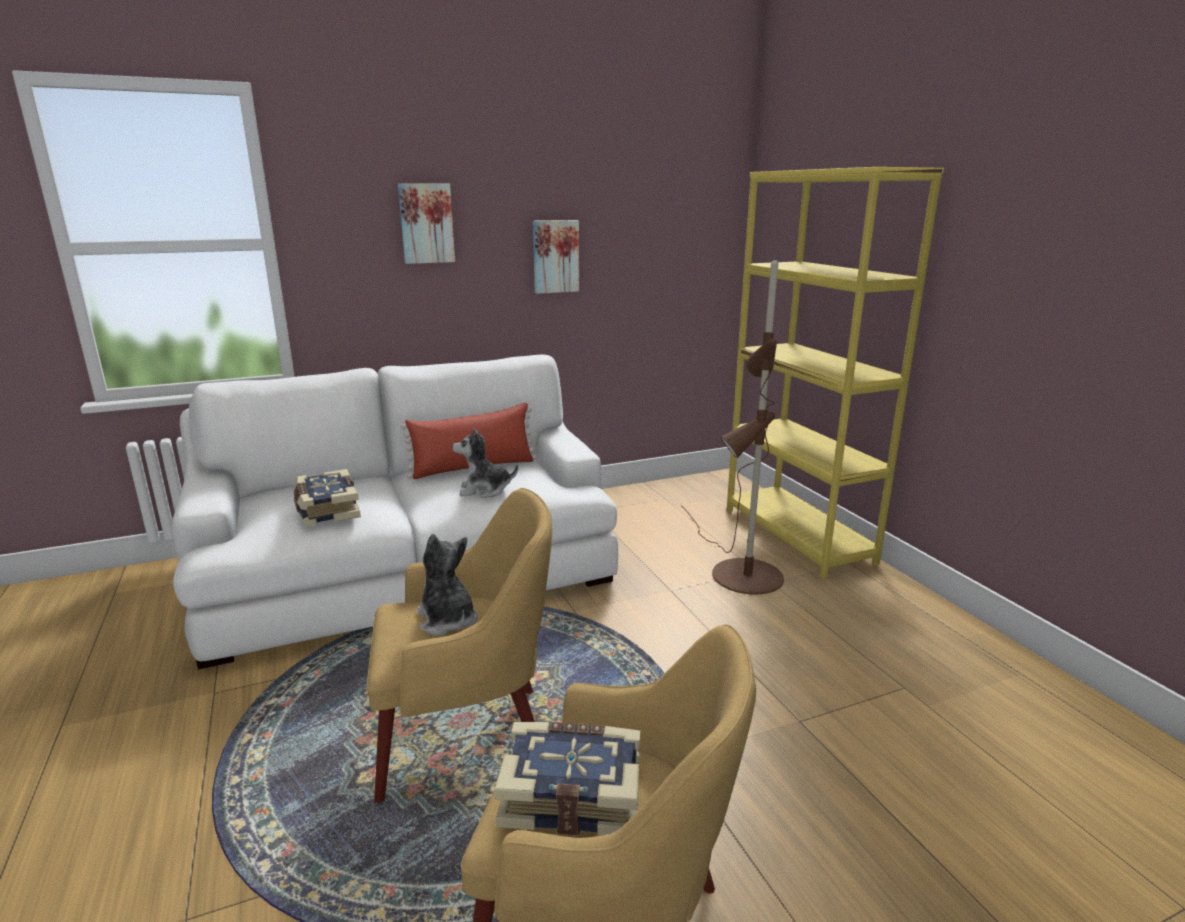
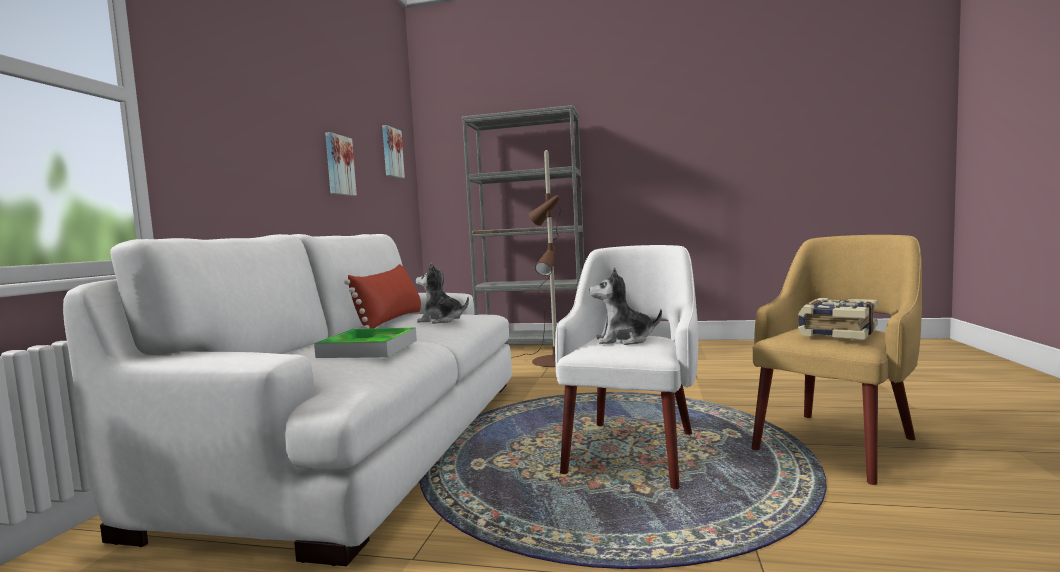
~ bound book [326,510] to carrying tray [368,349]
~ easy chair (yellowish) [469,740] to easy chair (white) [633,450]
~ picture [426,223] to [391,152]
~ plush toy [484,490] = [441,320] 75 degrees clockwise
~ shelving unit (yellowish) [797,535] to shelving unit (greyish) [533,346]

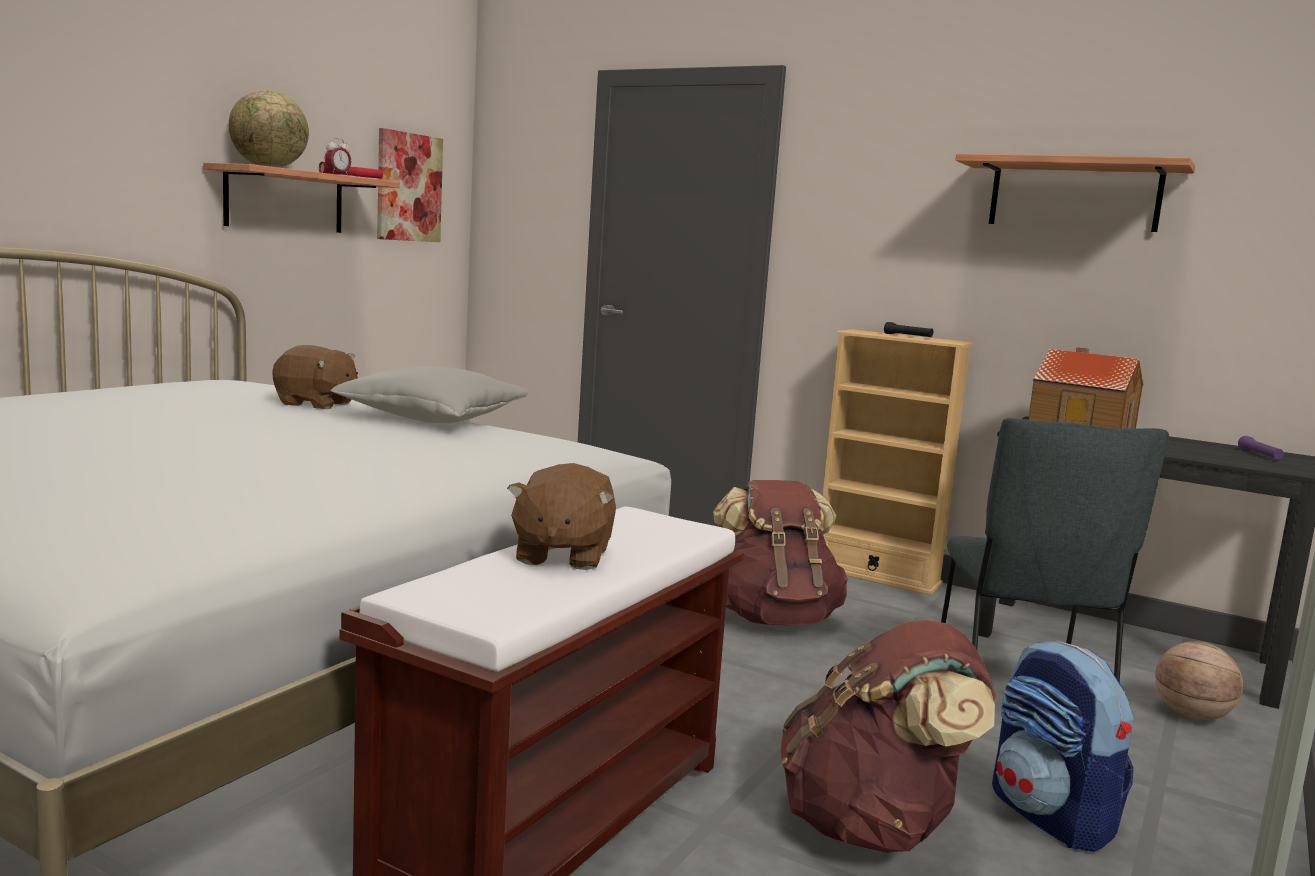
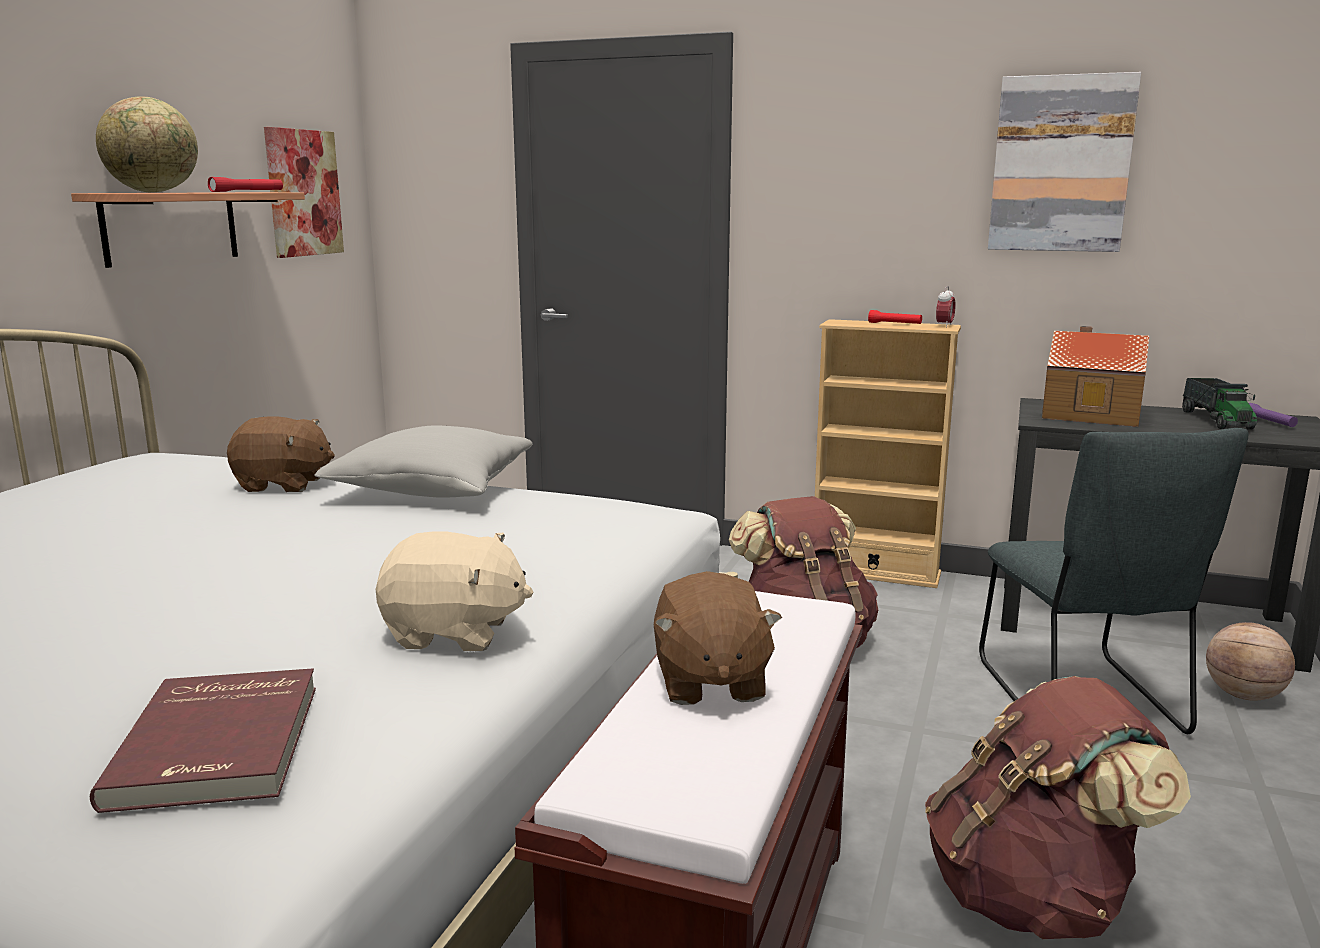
~ alarm clock [337,175] to [944,326]
~ torch (black) [908,336] to torch (red) [894,324]
~ bracket shelf [1074,195] to picture [1061,164]
- rucksack [1052,817]
+ bound book (red) [222,744]
+ plush toy (beige-coloured) [454,633]
+ model truck [1217,420]

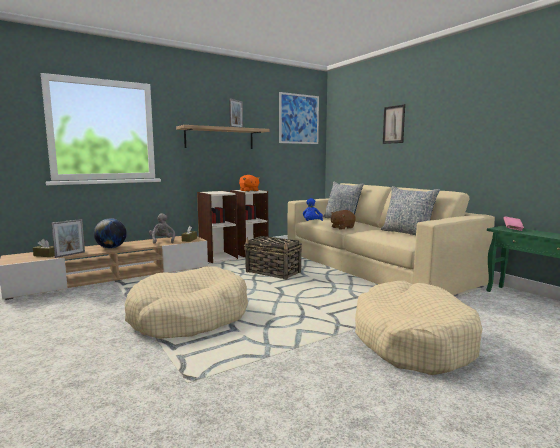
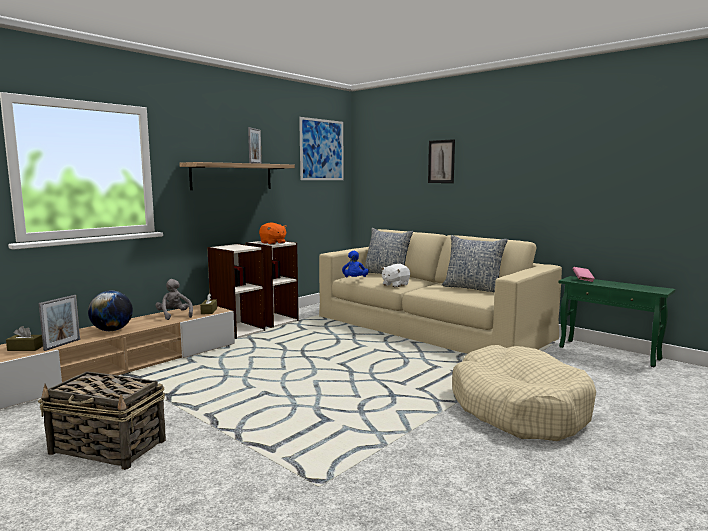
- dog cushion (beige-coloured) [189,317]
~ storage basket [273,272] to [109,447]
~ plush toy (brown) [342,227] to plush toy (white) [395,285]

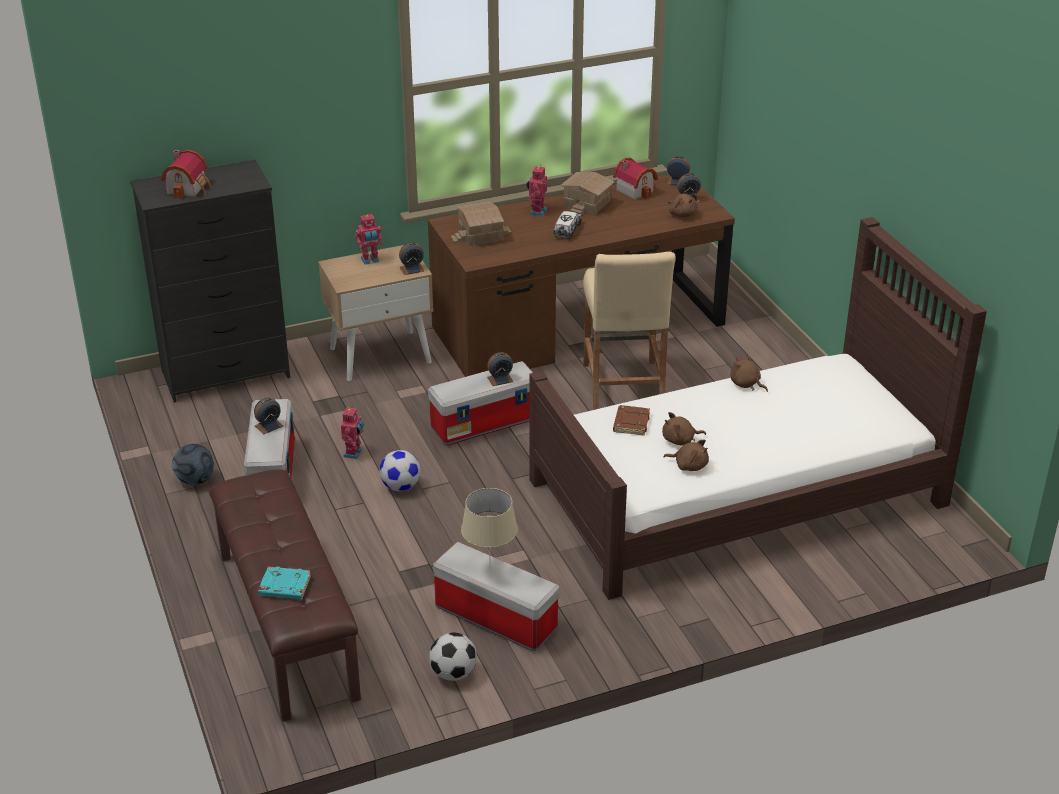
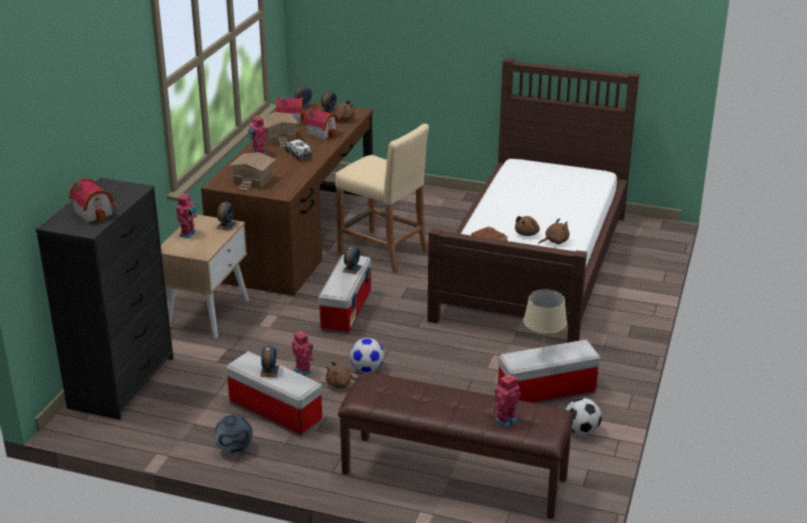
~ bound book (blue-green) [284,587] to model robot [505,420]
~ plush toy (brown) [746,384] to [341,384]
+ model house [322,133]

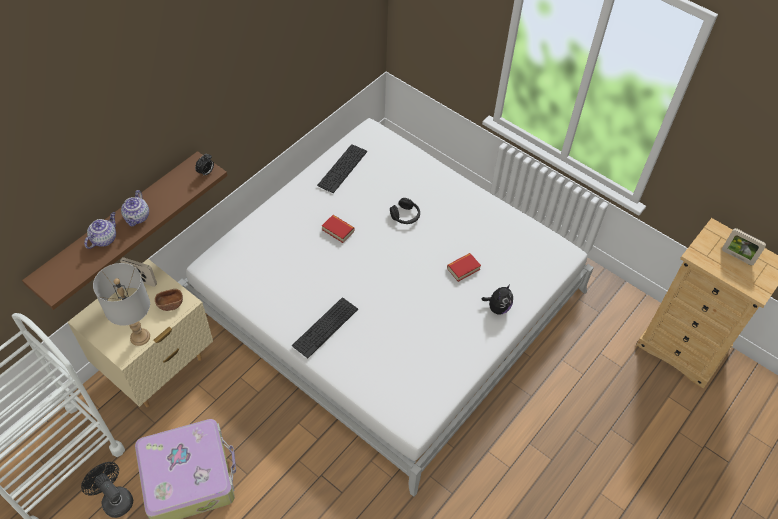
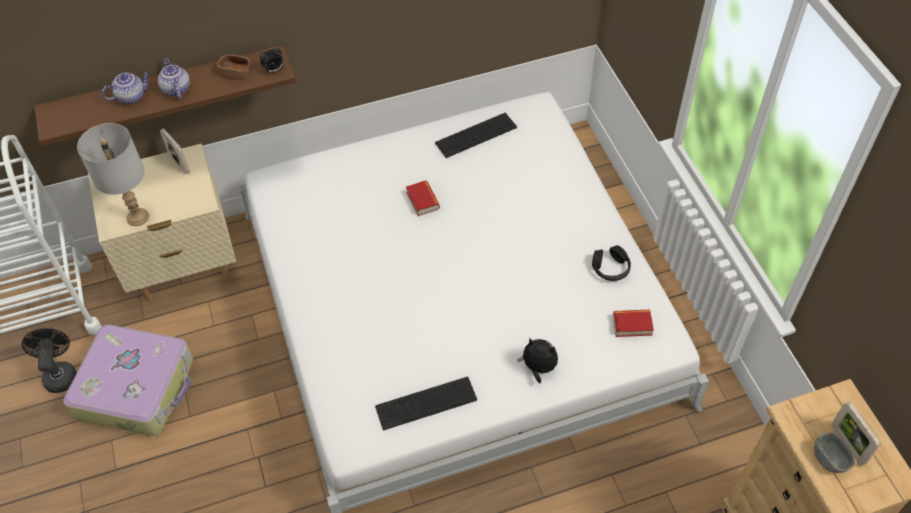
~ pot for tea [137,218] = [176,89] 120 degrees clockwise
~ deep dish (brown) [170,304] to [236,73]
~ PC keyboard [325,327] to [426,403]
~ pair of headphones (black) [405,216] to [610,269]
~ bound book [463,269] to [632,325]
~ plush toy [497,307] = [538,368] 135 degrees counterclockwise
+ deep dish (greyish) [830,459]

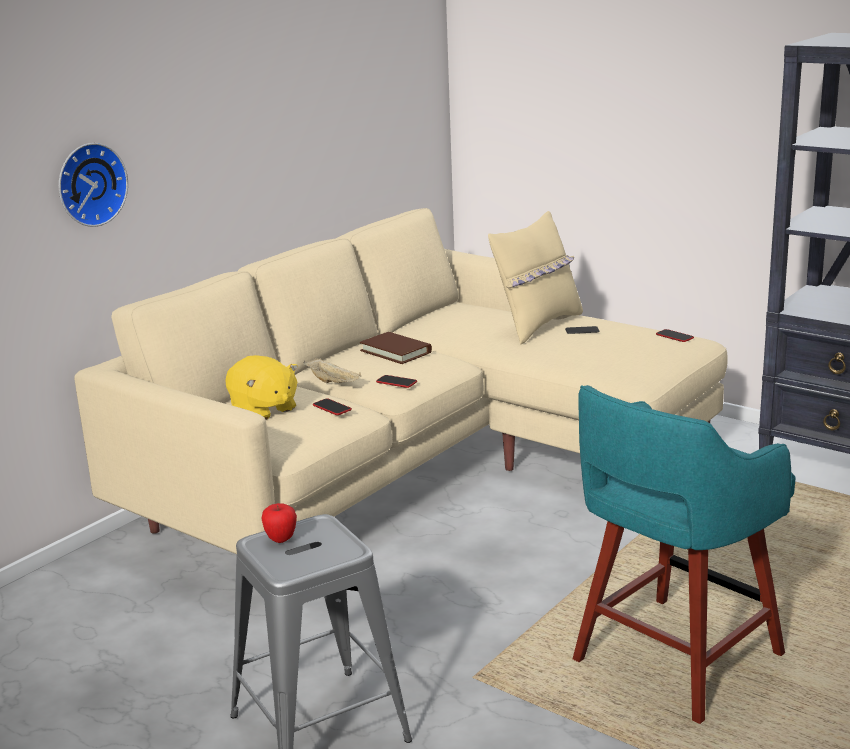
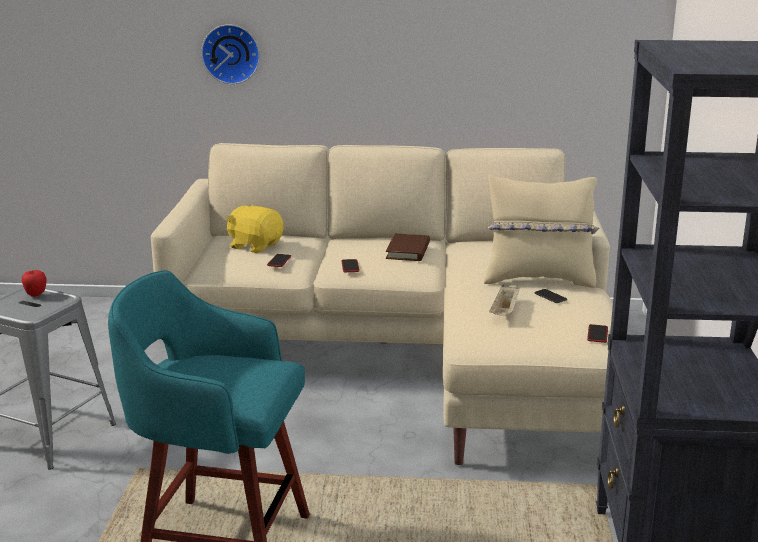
~ plush toy (yellowish) [263,410] = [255,246] 105 degrees clockwise
~ carrying tray (beige-coloured) [333,382] to [505,312]

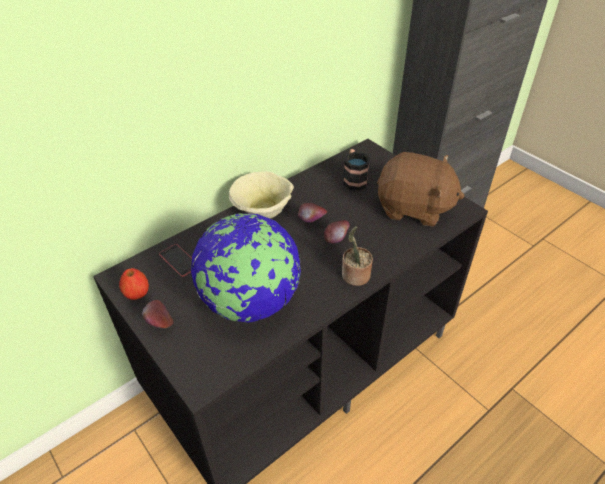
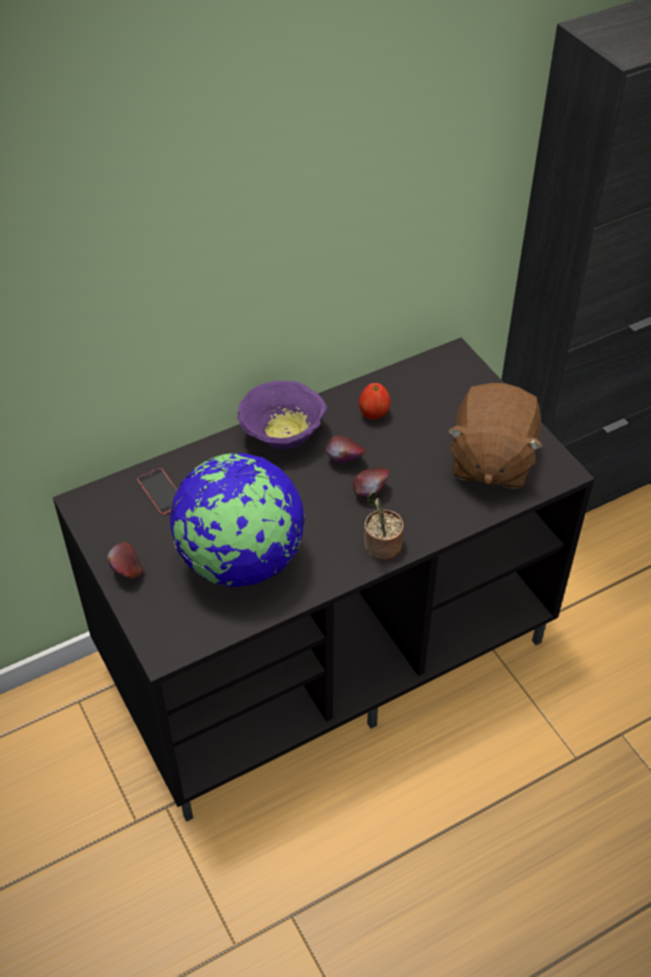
~ apple [137,294] to [373,414]
~ deep dish (beige-coloured) [263,209] to deep dish (purplish) [283,433]
- mug [354,179]
~ plush toy (brown) [413,208] = [490,460] 75 degrees clockwise

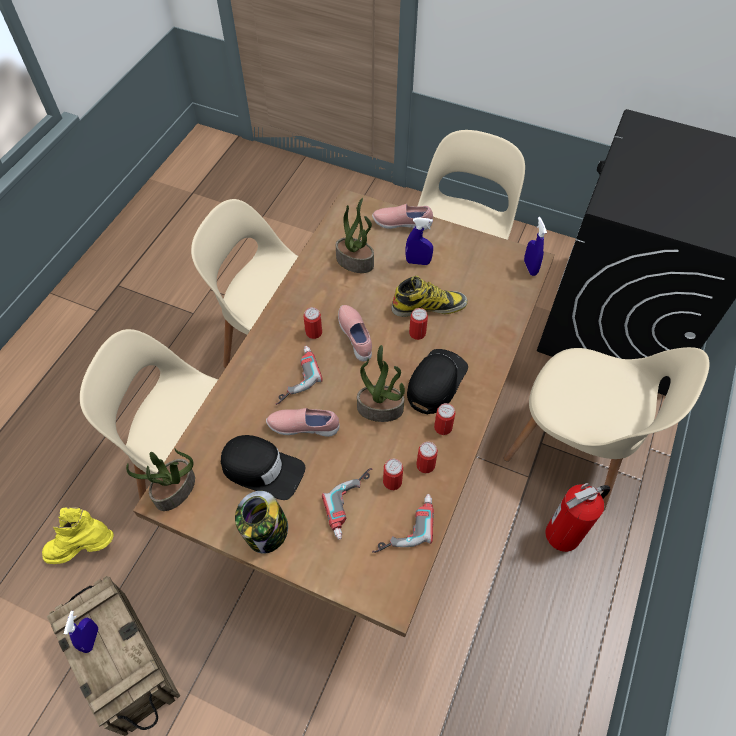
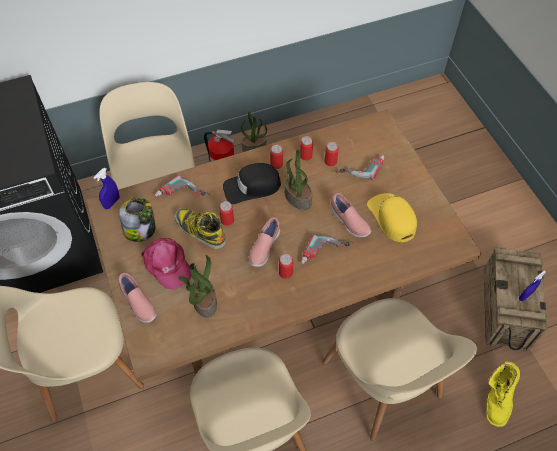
~ tall boot (yellowish) [83,547] = [497,397] 75 degrees clockwise
~ potted plant [175,490] to [254,147]
~ peaked cap (black) [262,469] to peaked cap (yellowish) [392,218]
~ jar [266,532] to [140,229]
~ electric drill [403,525] to [182,196]
~ hand sprayer (blue-coloured) [418,262] to peaked cap (pink) [167,264]

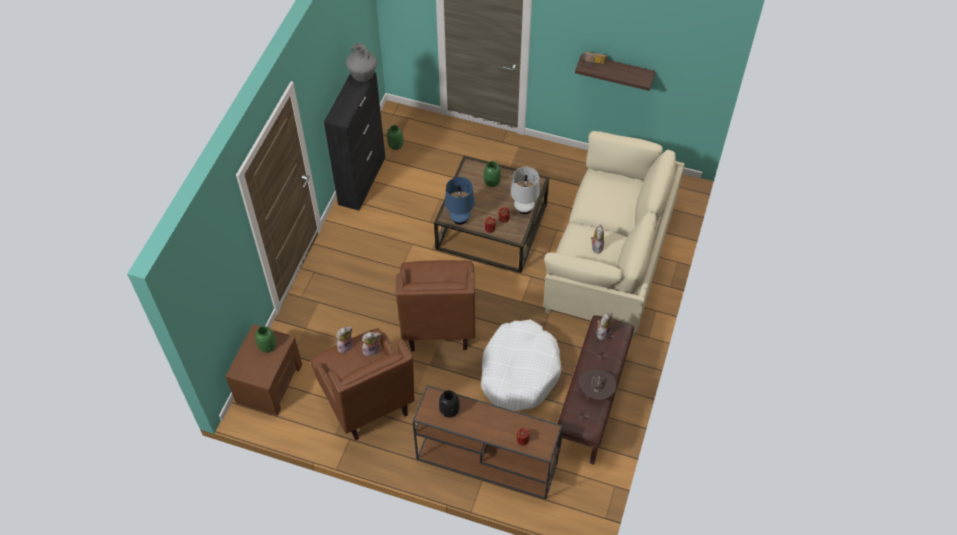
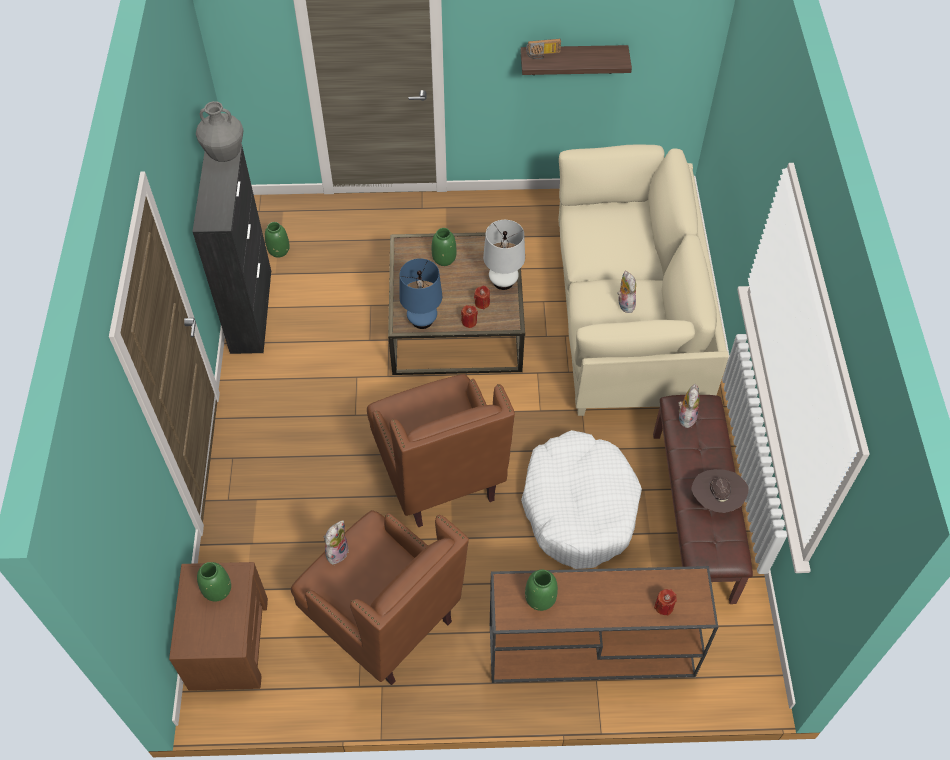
- plush toy [371,349]
~ vase (black) [449,410] to vase (green-coloured) [540,598]

